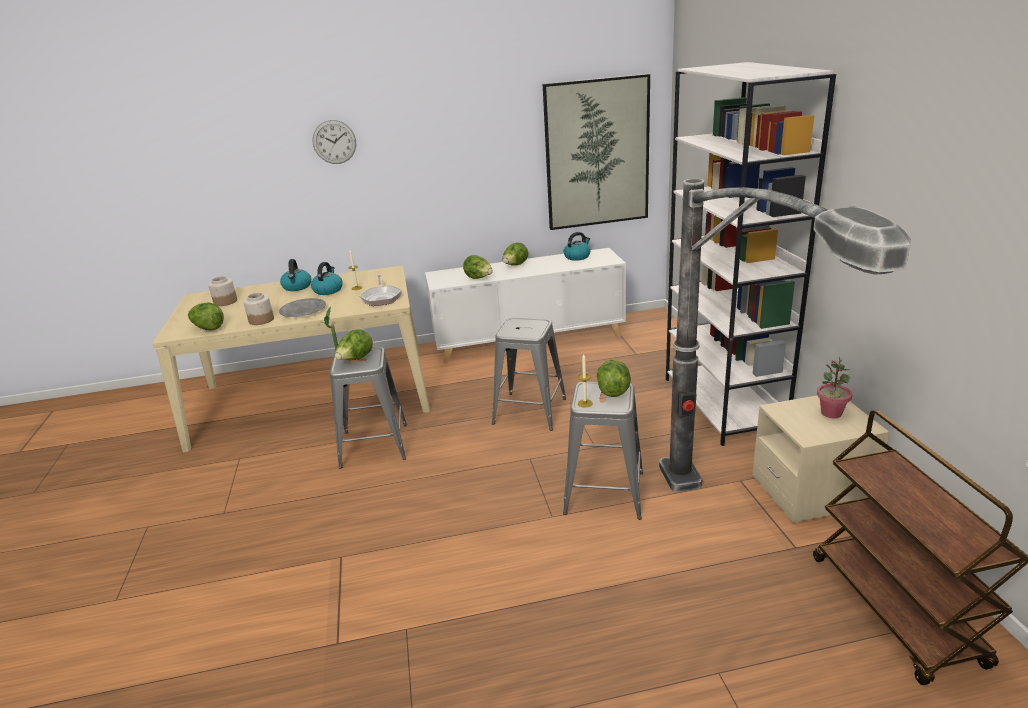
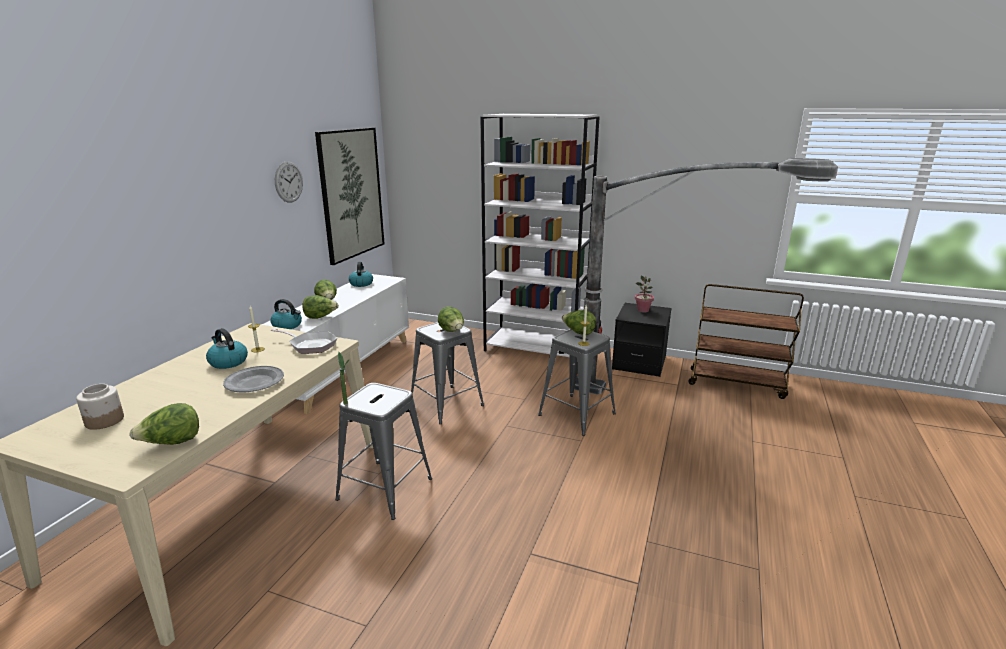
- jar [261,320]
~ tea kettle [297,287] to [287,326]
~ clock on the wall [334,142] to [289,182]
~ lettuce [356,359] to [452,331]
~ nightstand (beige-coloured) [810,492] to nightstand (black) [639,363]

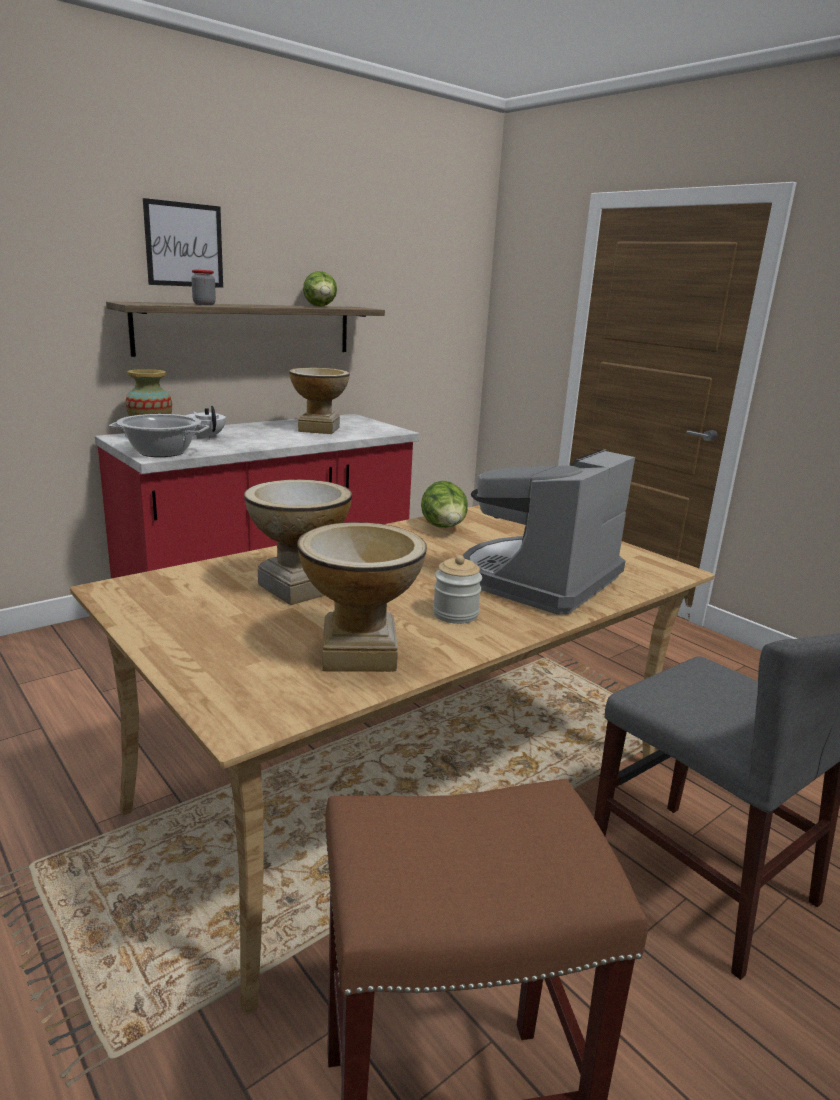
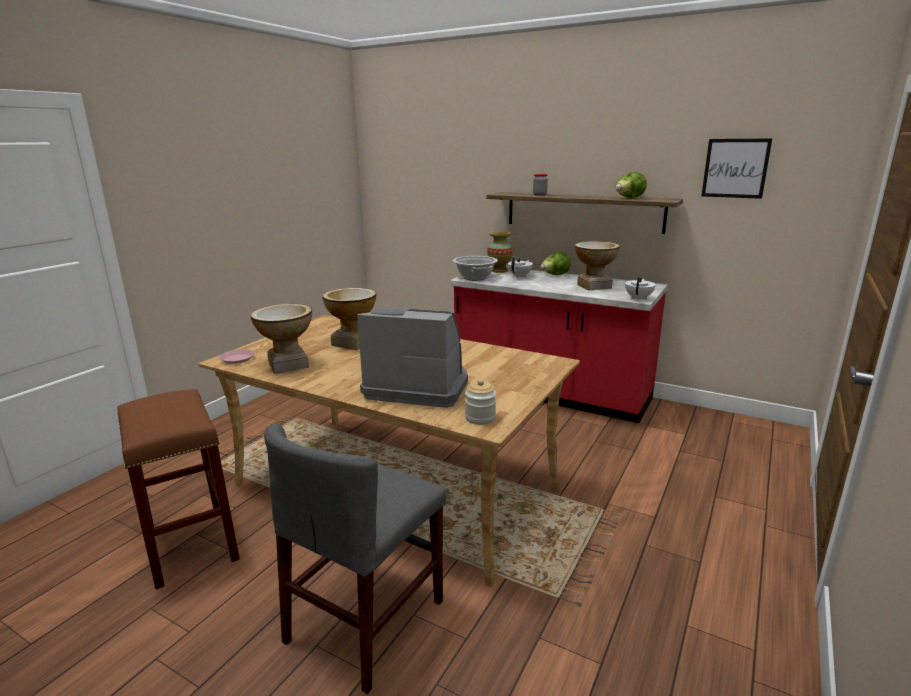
~ picture [184,245] to [735,168]
~ lettuce [444,528] to [554,275]
~ jar [455,614] to [480,418]
+ plate (pink) [237,359]
+ pot for tea (white) [639,298]

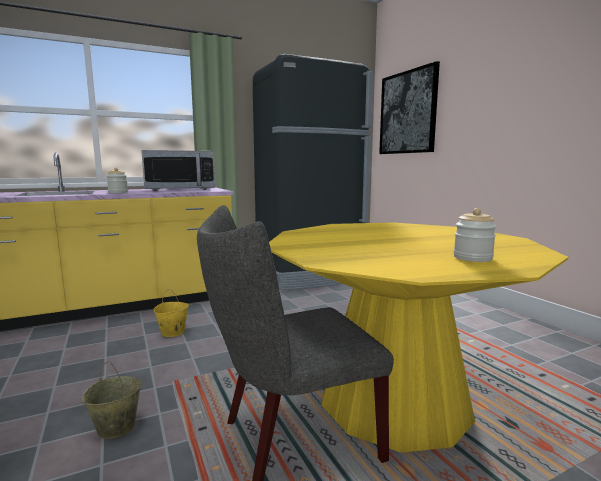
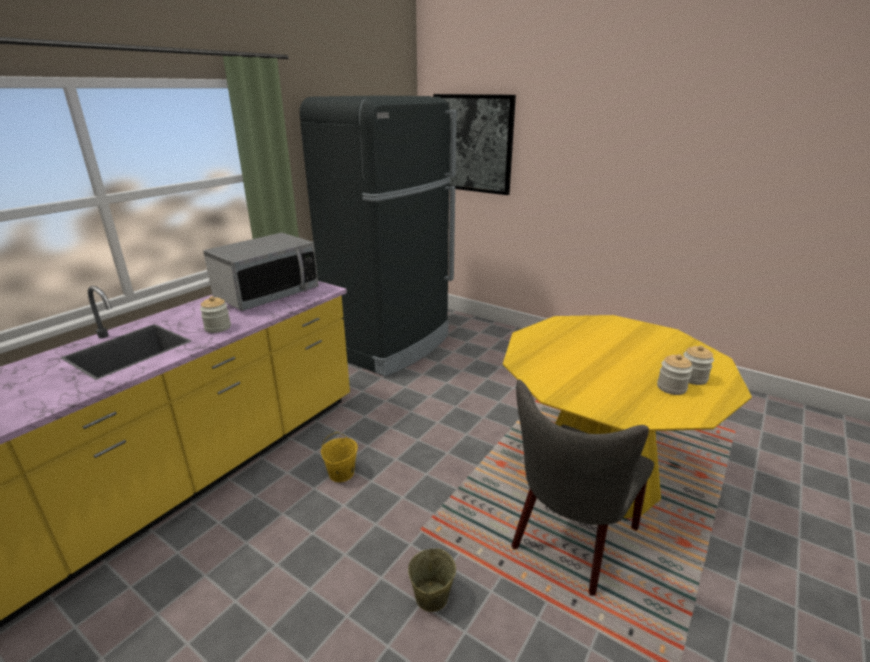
+ jar [671,388]

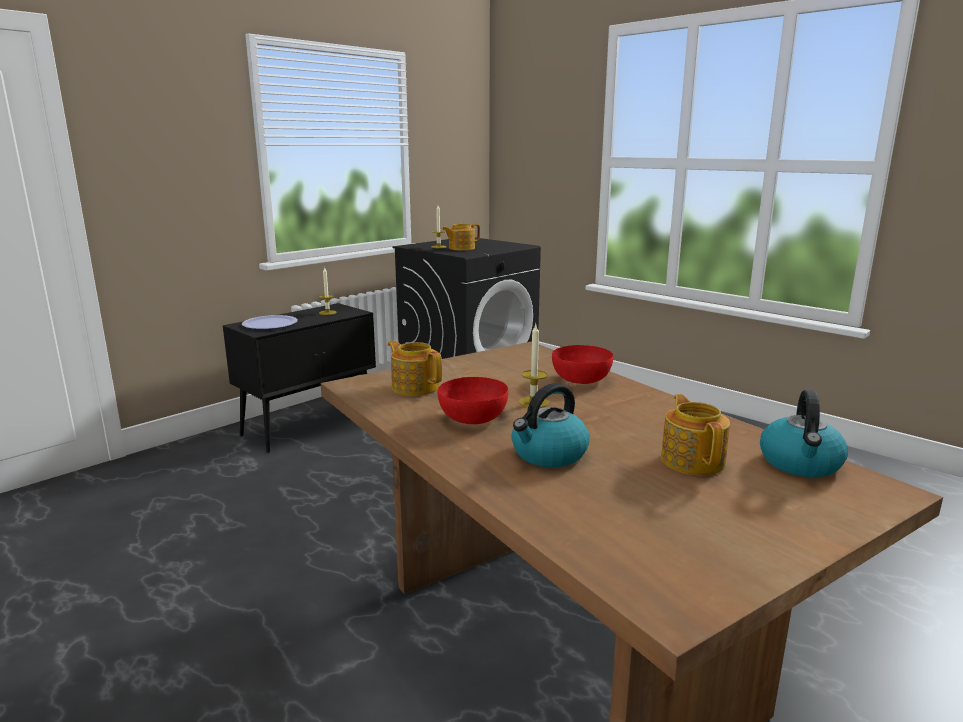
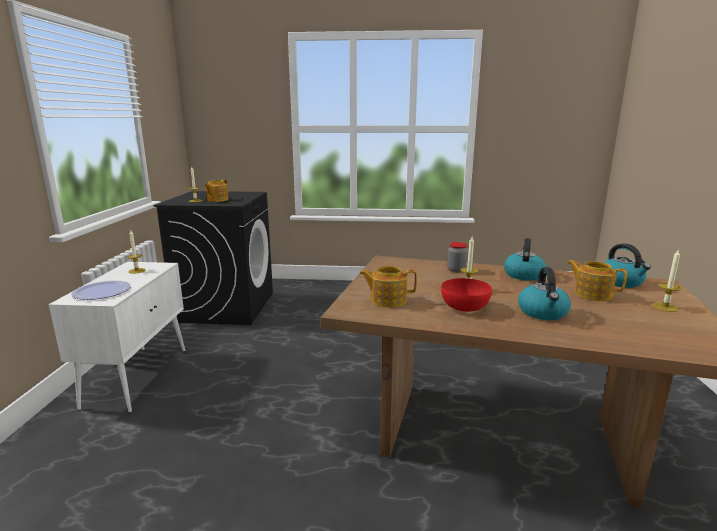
~ cupboard (black) [310,425] to cupboard (white) [138,376]
~ deep dish (red) [581,380] to jar [456,270]
+ tea kettle [523,275]
+ candle [665,307]

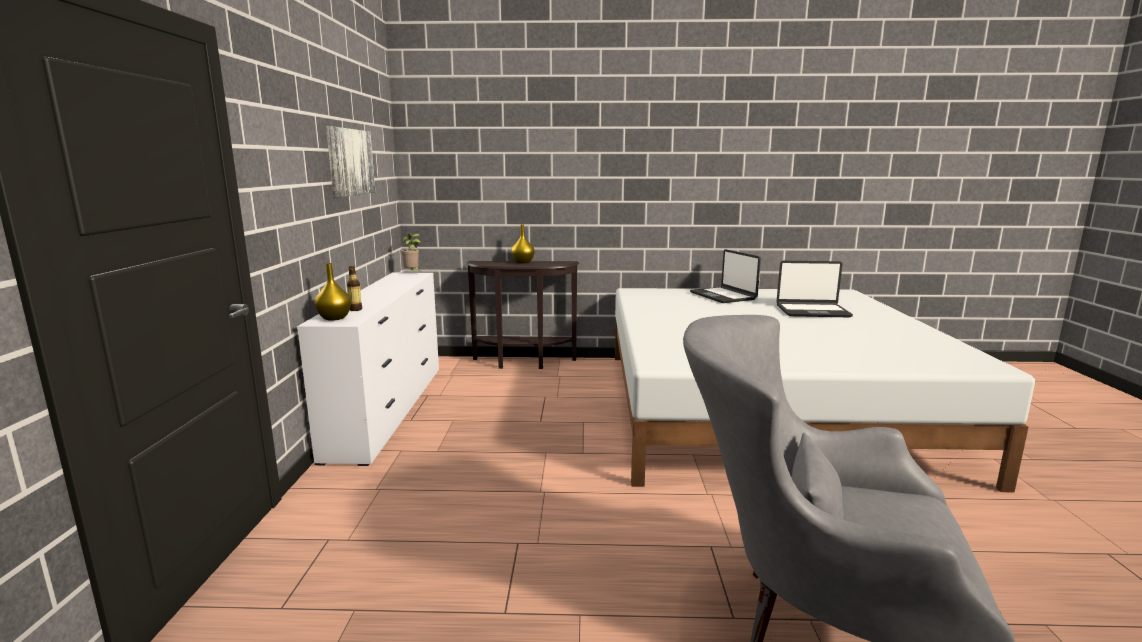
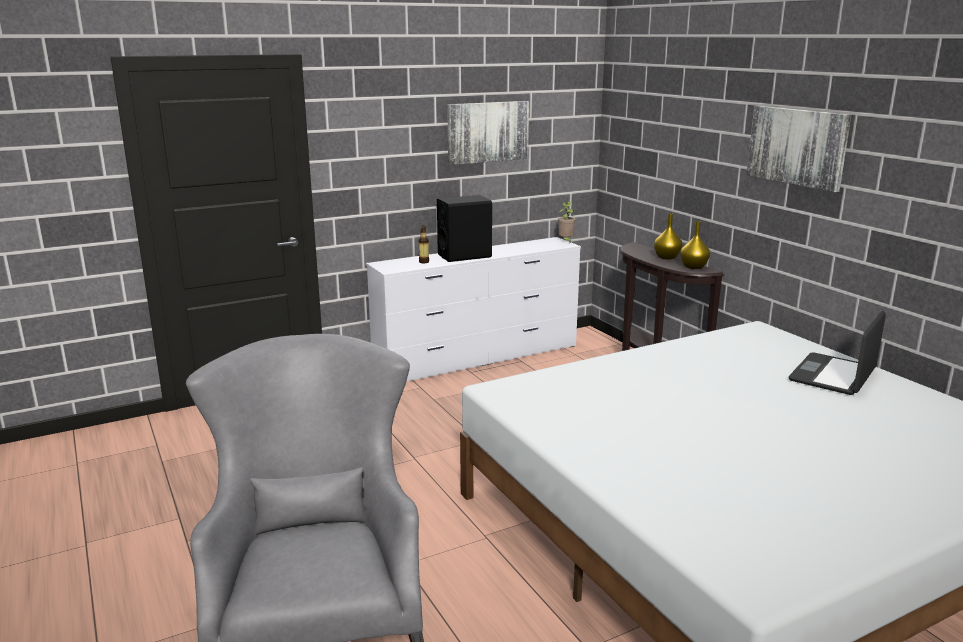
~ vase (yellowish) [335,318] to [694,267]
- notebook computer [812,311]
+ speaker (black) [465,256]
+ picture [797,146]

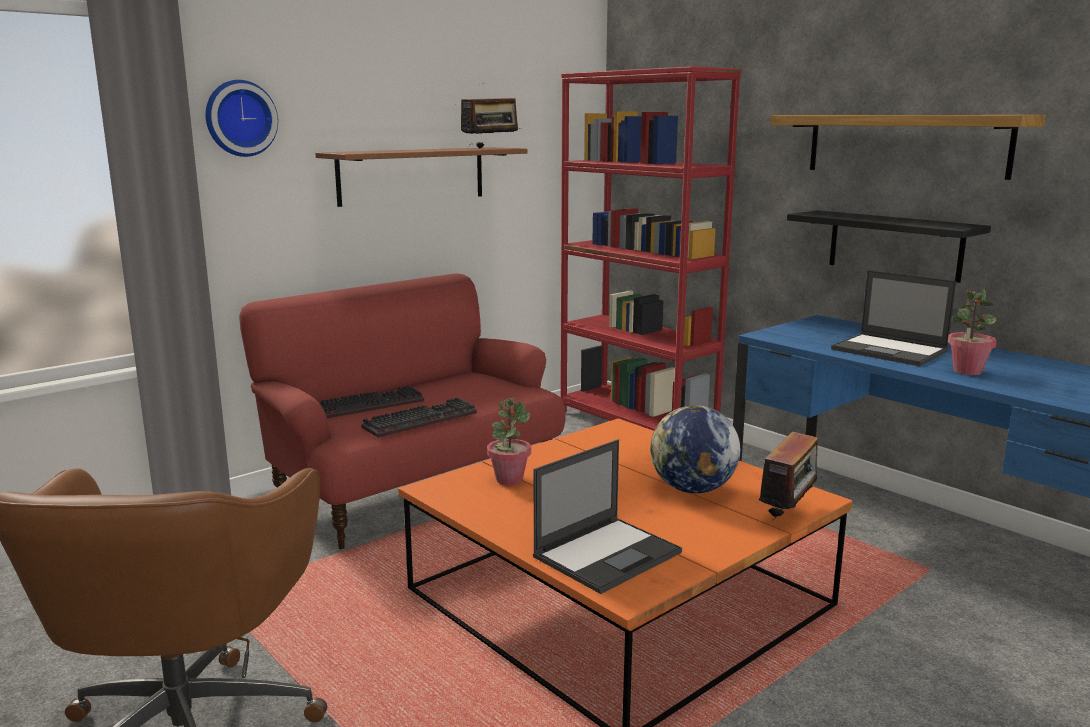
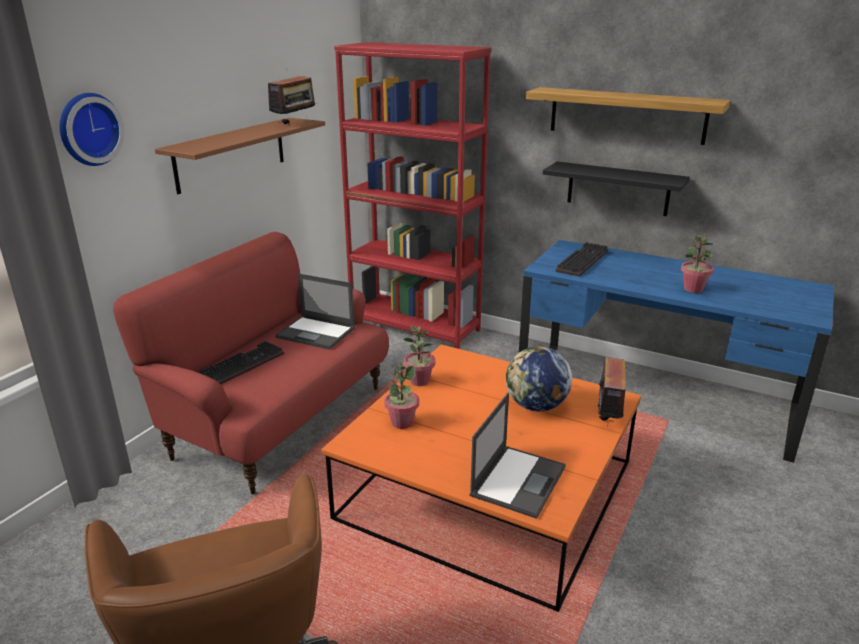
~ PC keyboard [421,419] to [581,260]
~ notebook computer [890,351] to [316,333]
+ potted plant [419,381]

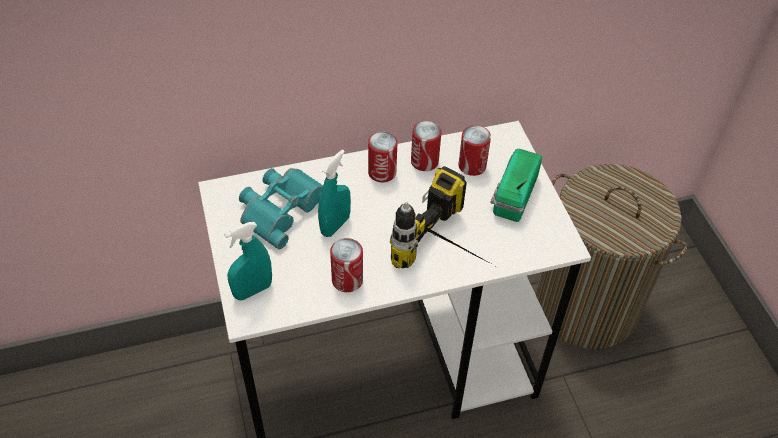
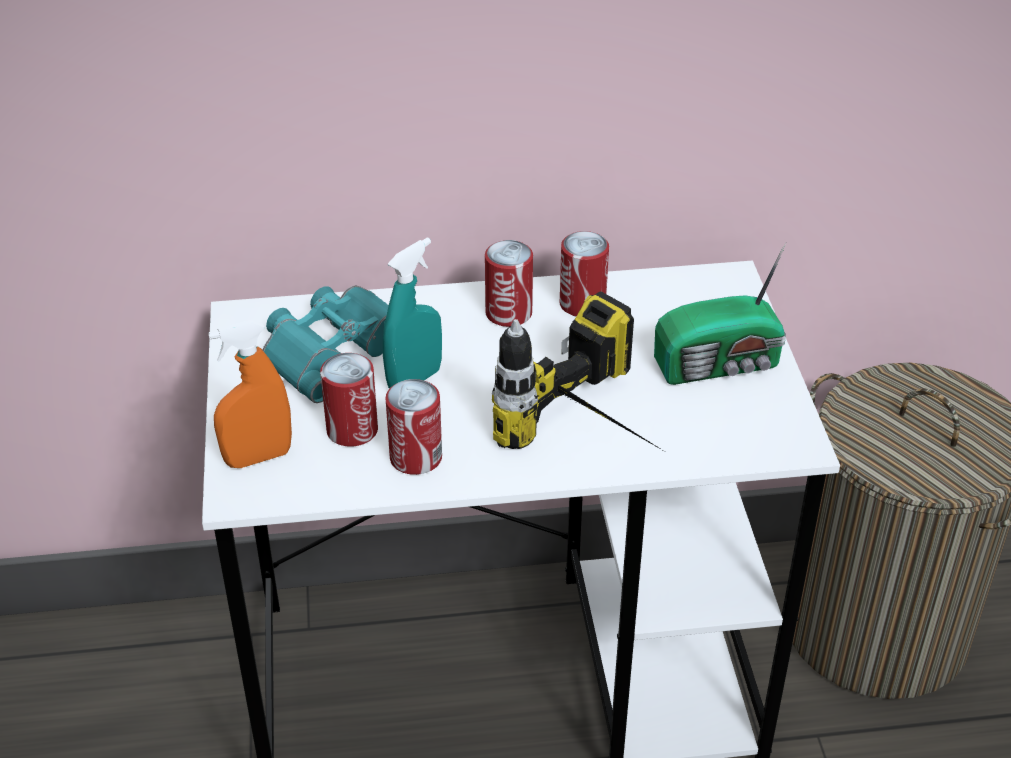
~ hand sprayer (blue-green) [253,290] to hand sprayer (orangey) [258,457]
~ metal can [472,166] to [352,430]
~ radio [512,196] = [721,365] 135 degrees counterclockwise

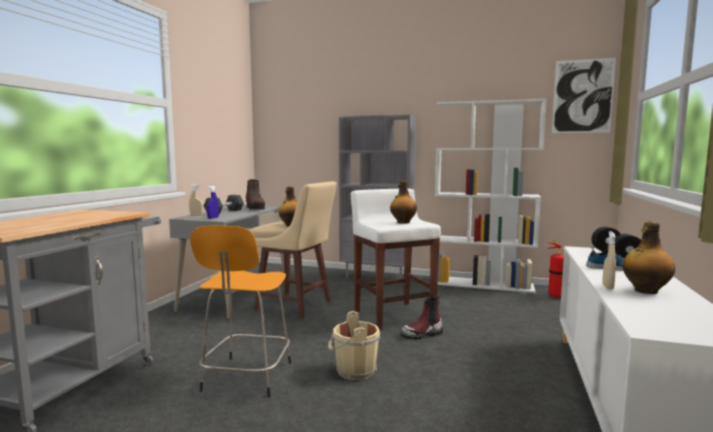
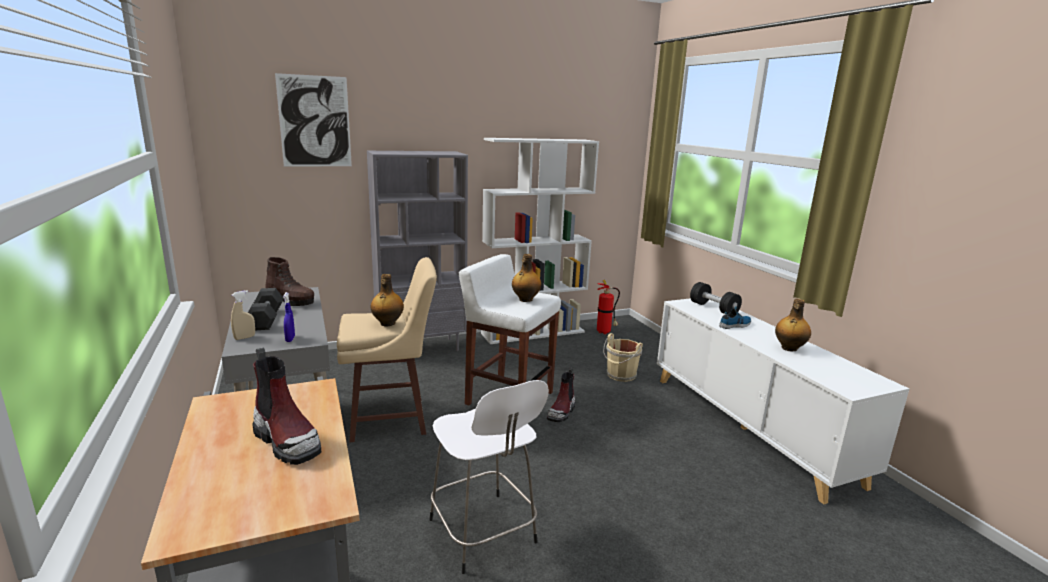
~ stool seat (orangey) [246,378] to stool seat (white) [484,534]
~ bucket (beige-coloured) [354,371] to [620,375]
~ picture [582,96] to [315,121]
- hand sprayer (beige-coloured) [607,287]
+ tall boot [288,441]

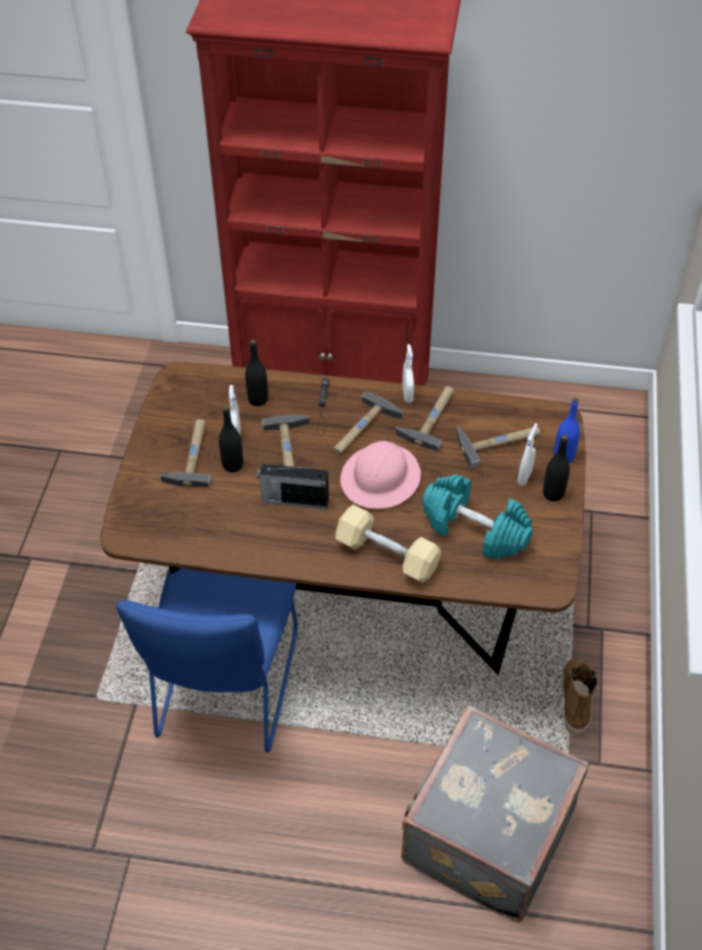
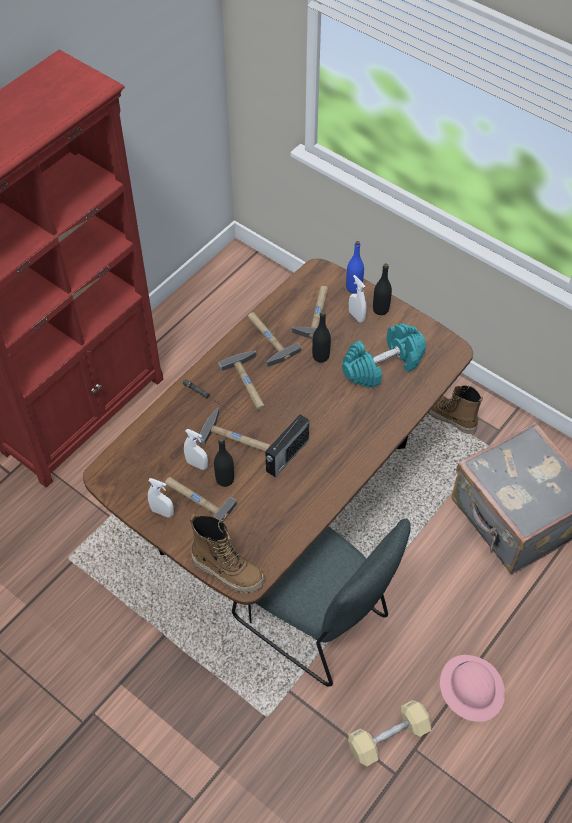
~ plain chair (blue-coloured) [226,691] to plain chair (greyish) [316,621]
~ beverage bottle (black) [258,399] to [320,356]
~ dumbbell (beige-coloured) [387,555] to [388,737]
~ hard hat (pink) [381,478] to [472,688]
~ hand sprayer (white) [407,395] to [162,512]
+ tall boot [228,571]

